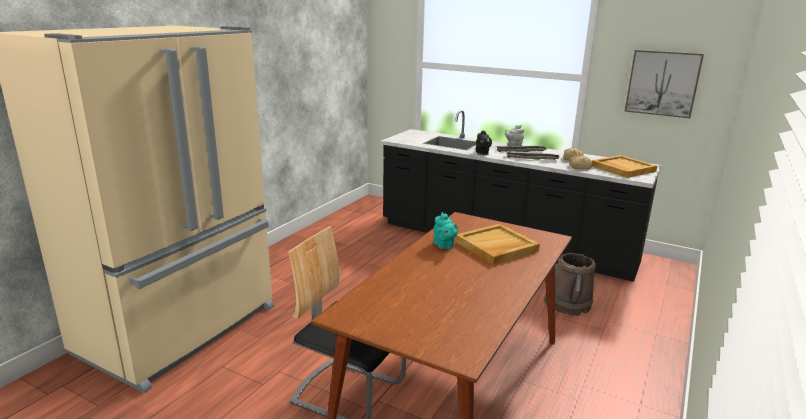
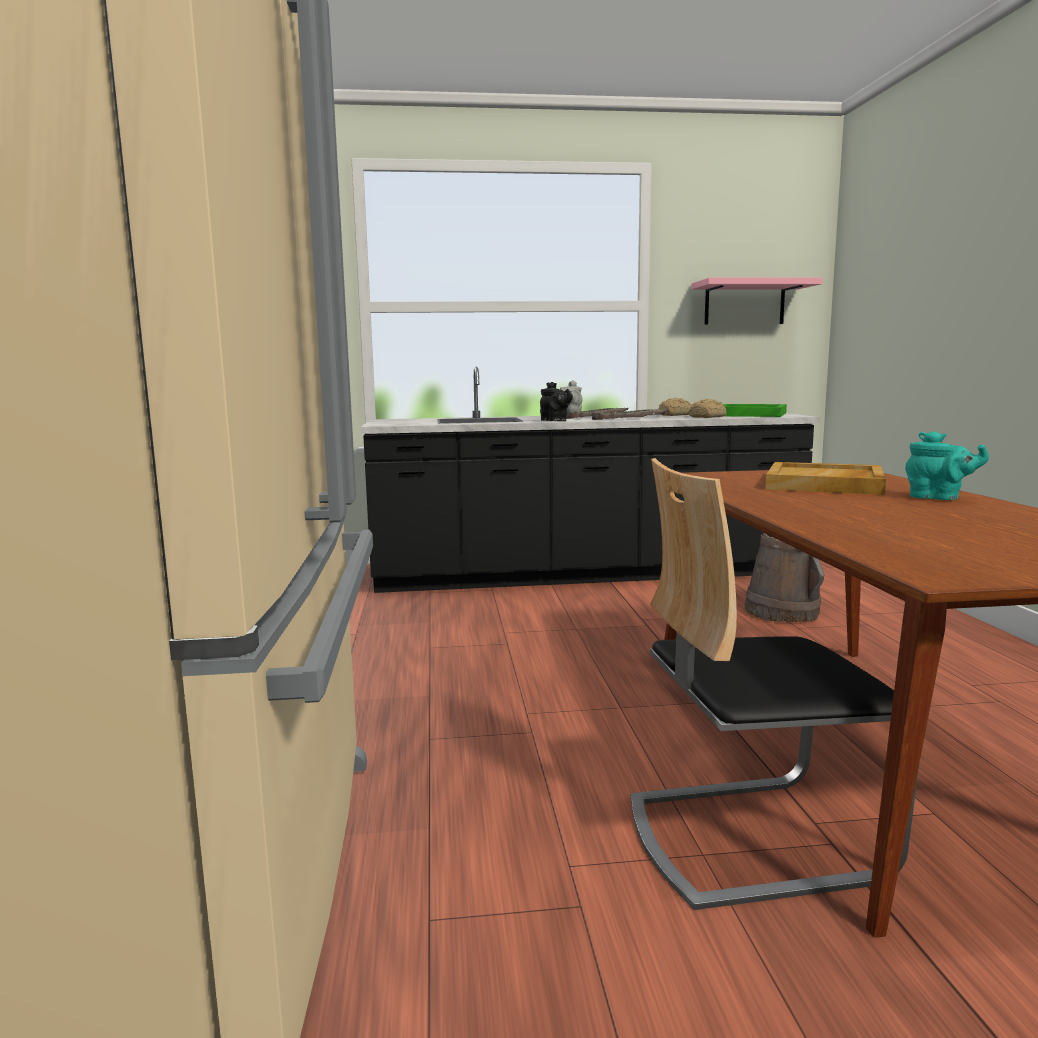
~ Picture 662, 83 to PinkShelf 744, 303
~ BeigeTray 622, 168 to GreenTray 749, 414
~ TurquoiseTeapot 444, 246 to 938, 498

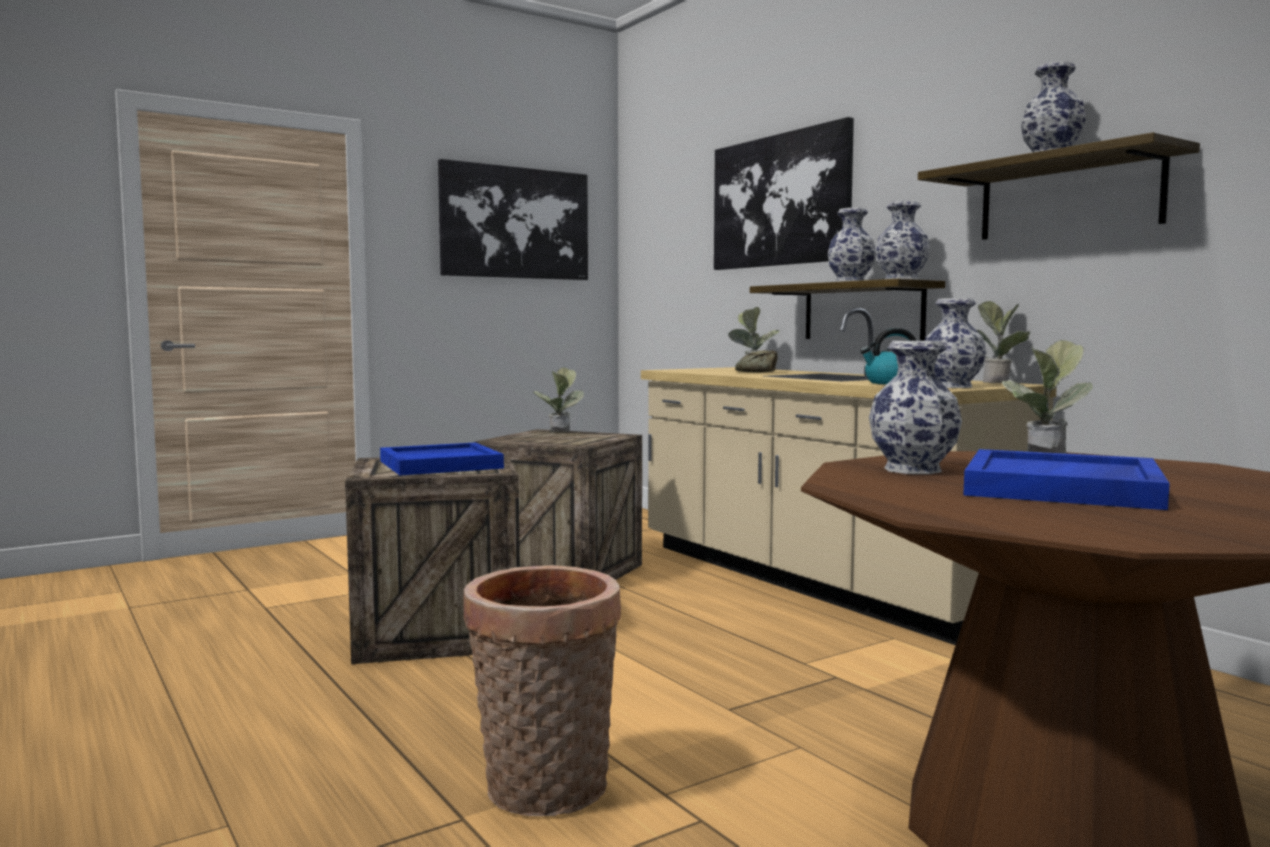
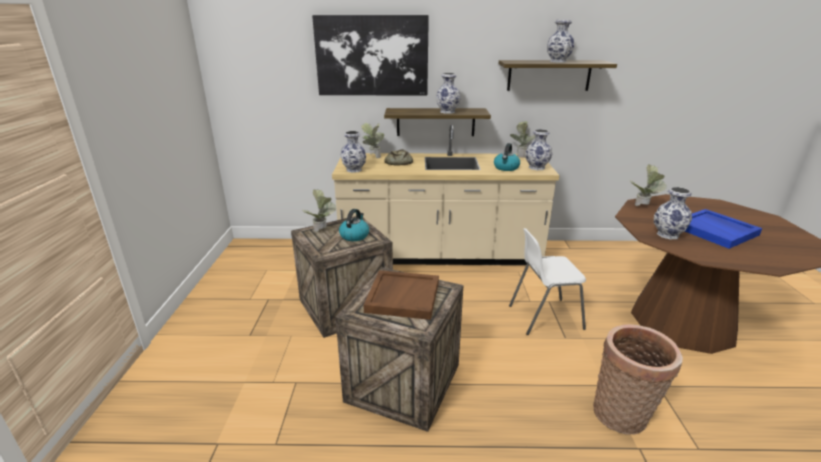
- Picture 515, 223
~ Vase 901, 279 to 354, 170
~ BlueTray 441, 464 to BrownTray 402, 296
+ Kettle 354, 235
+ WhiteChair 544, 316

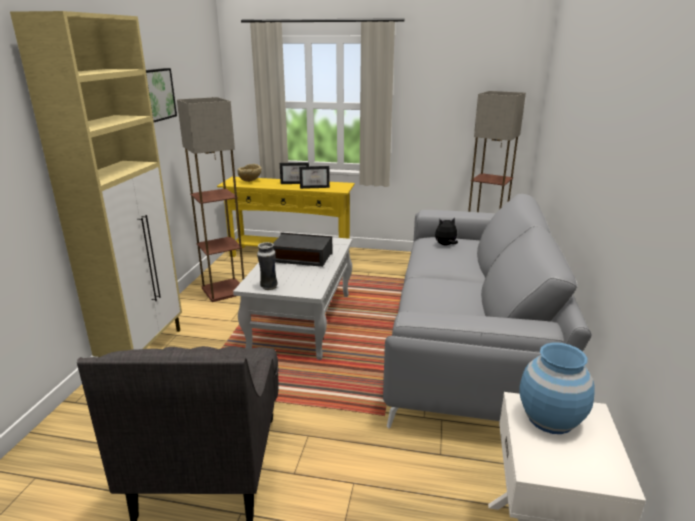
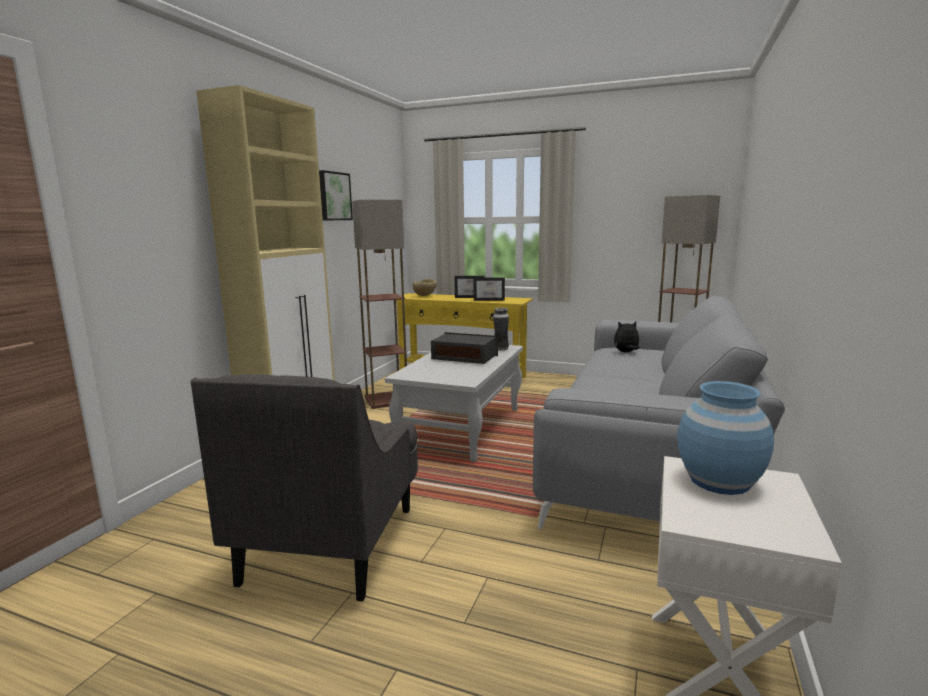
~ Vase 268, 287 to 501, 349

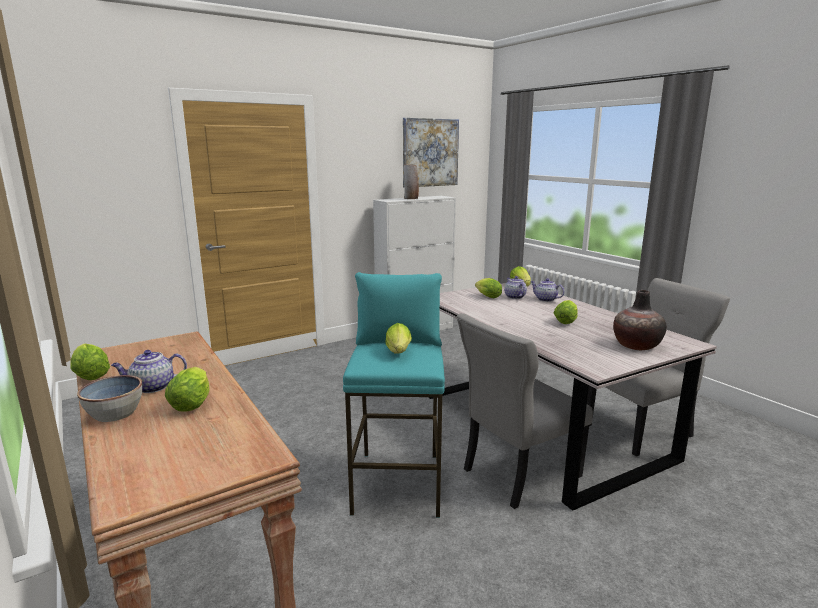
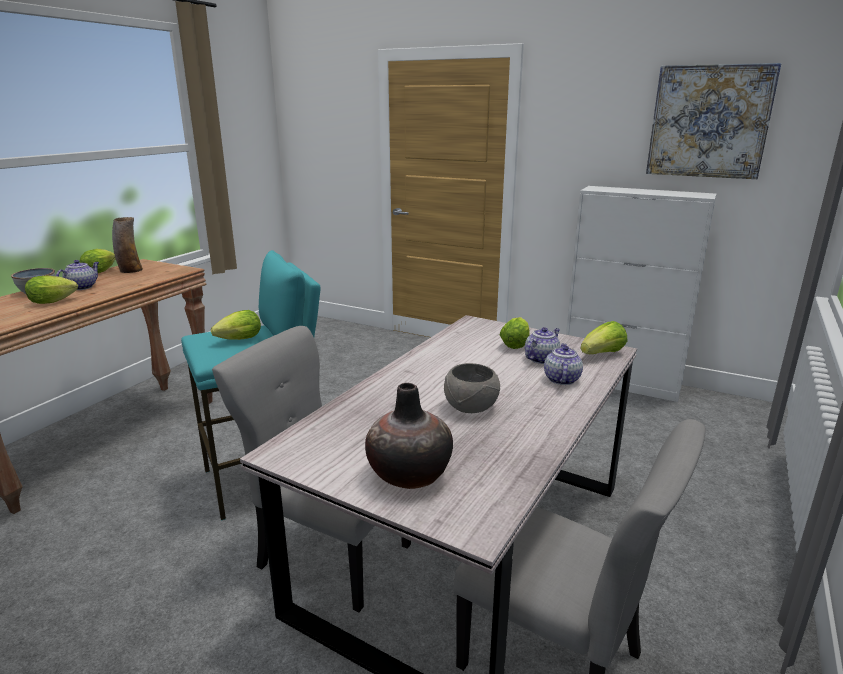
~ Vase 411, 198 to 130, 270
~ Lettuce 566, 321 to GreyBowl 469, 407
~ Teapot 152, 387 = 82, 287 75 degrees clockwise

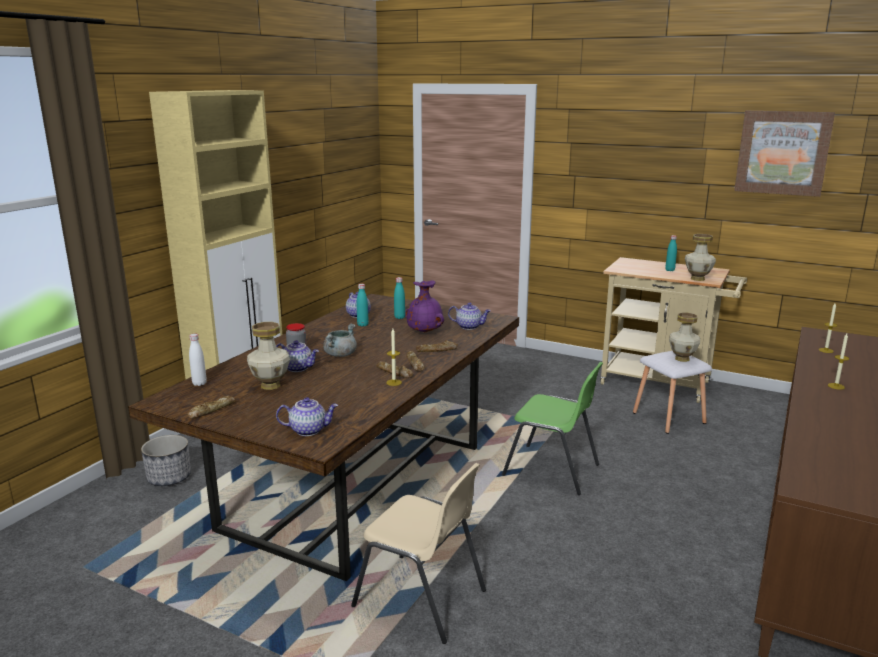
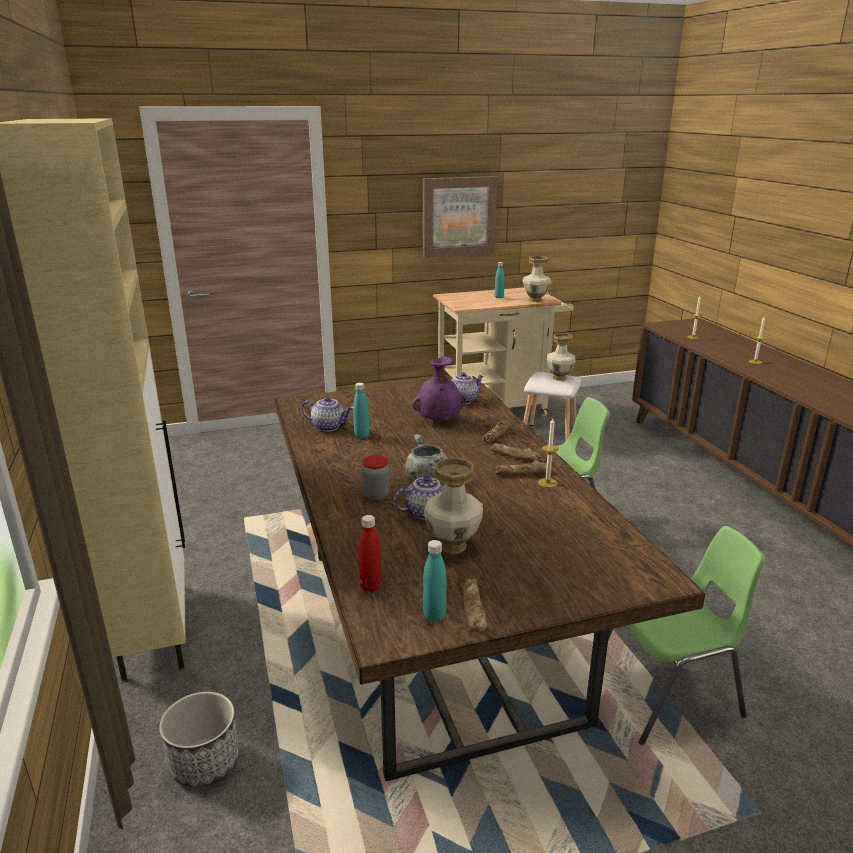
~ Picture 782, 152 to 458, 216
~ TurquoiseBottle 399, 317 to 434, 616
~ WhiteBottle 199, 383 to RedBottle 371, 587
- Teapot 308, 430
~ BeigeChair 422, 599 to GreenChair 668, 694

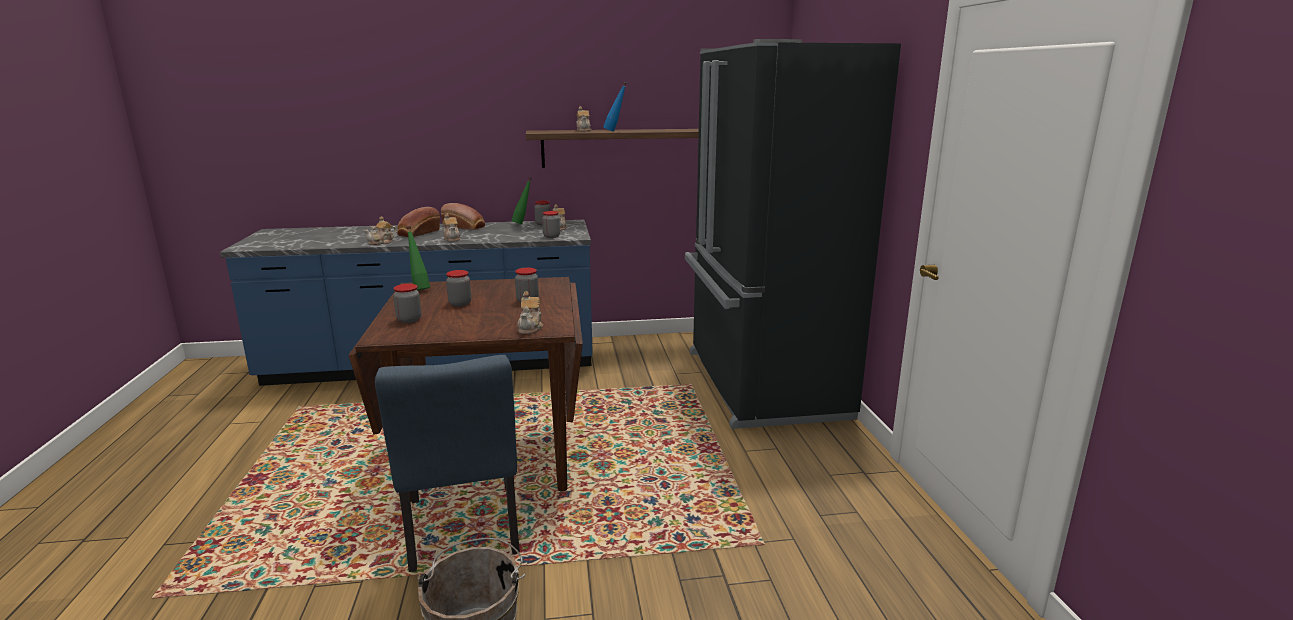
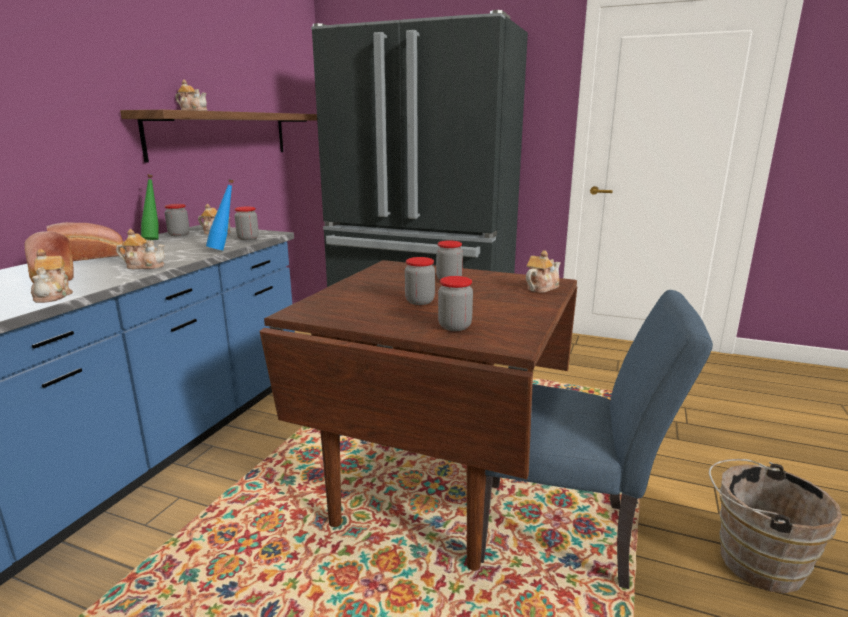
~ BlueBottle 615, 131 to 224, 249
- GreenBottle 419, 289
~ Teapot 530, 328 = 541, 288 75 degrees counterclockwise

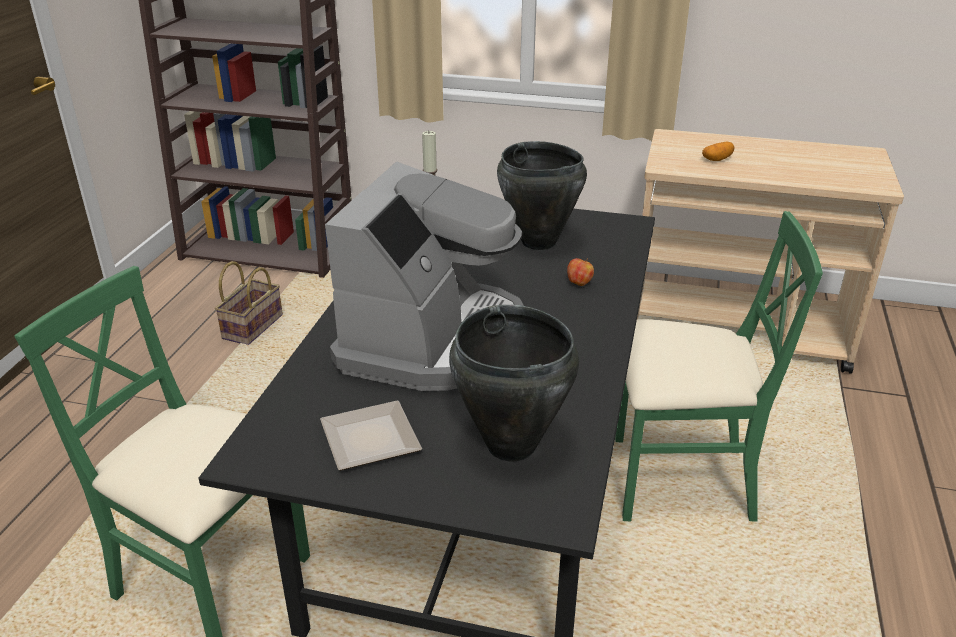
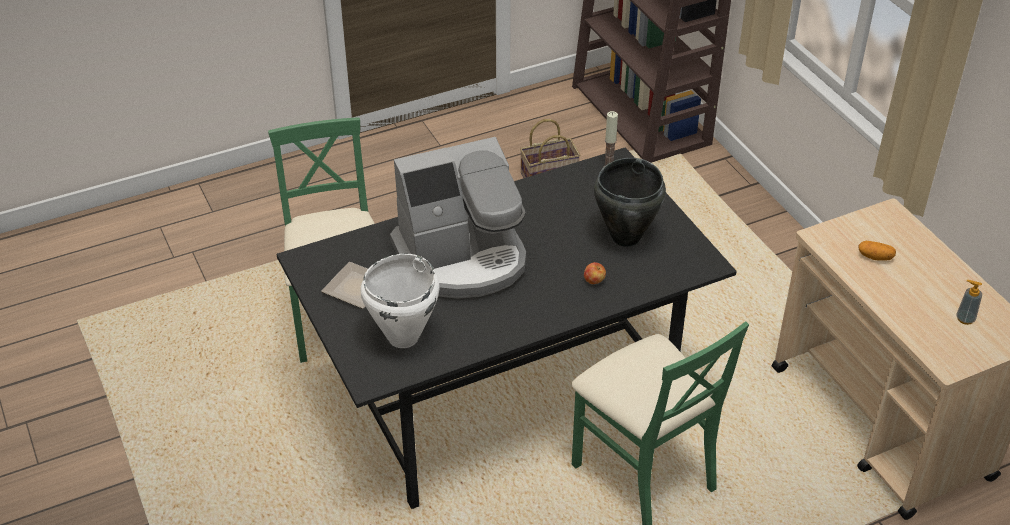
~ BlackCookingPot 510, 446 to WhiteCookingPot 402, 337
+ SoapDispenser 965, 319

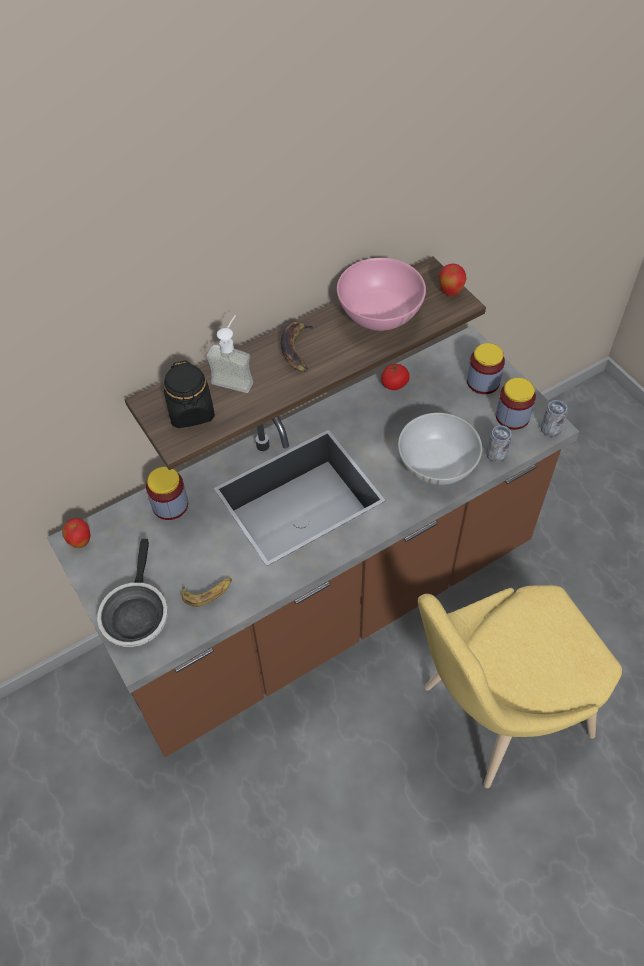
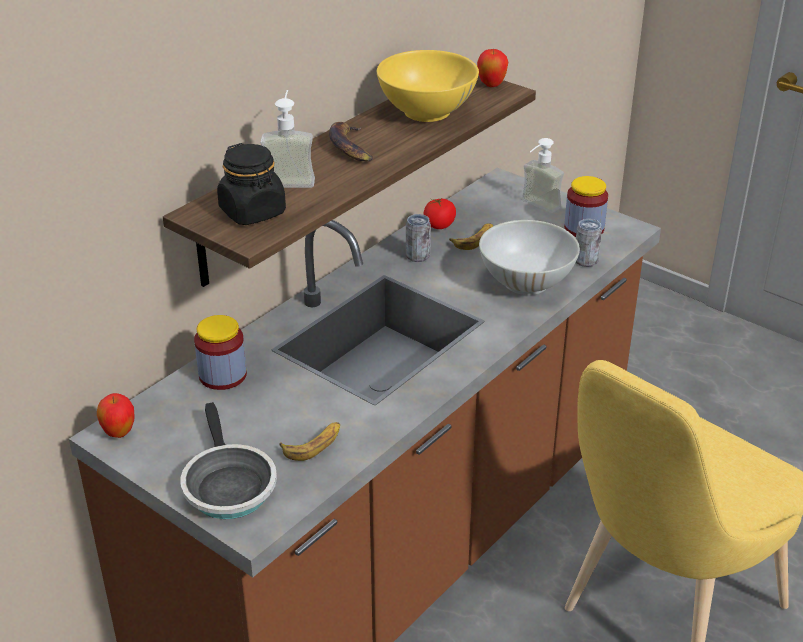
~ PinkBowl 379, 316 to YellowBowl 426, 111
~ Jar 483, 382 to SoapDispenser 535, 207
~ Can 550, 429 to 417, 256
+ Banana 474, 240

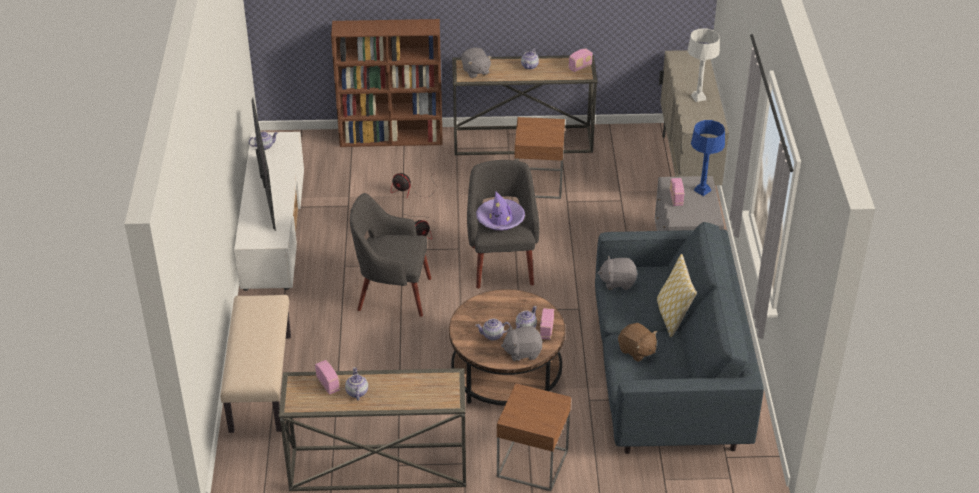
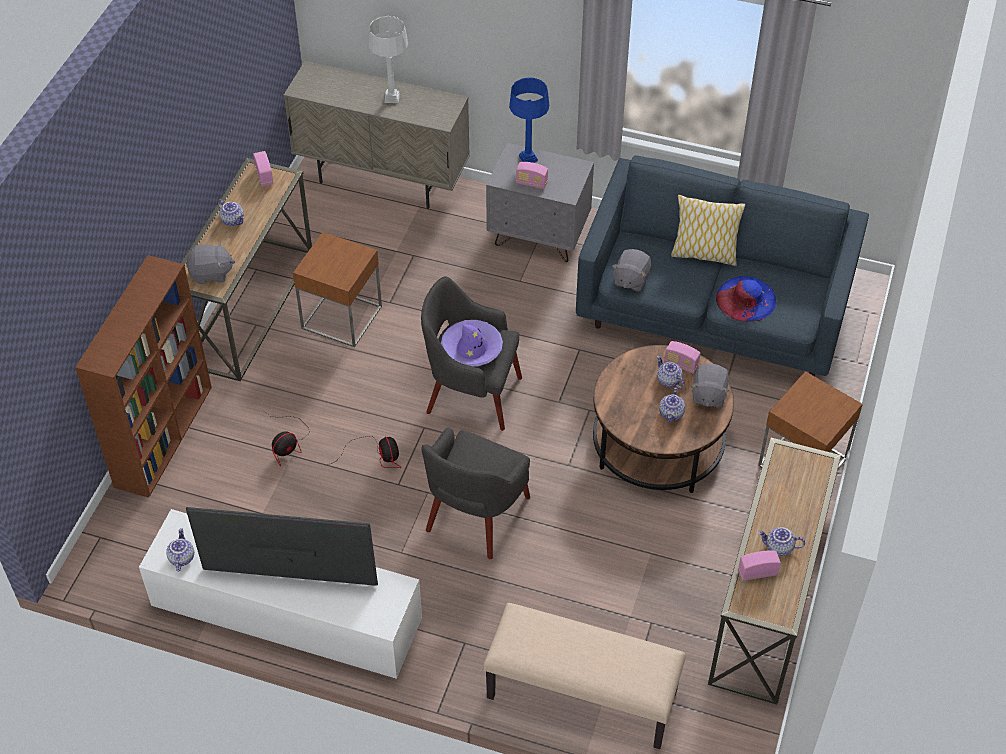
~ BrownPlushToy 636, 351 to BlueHat 746, 299

